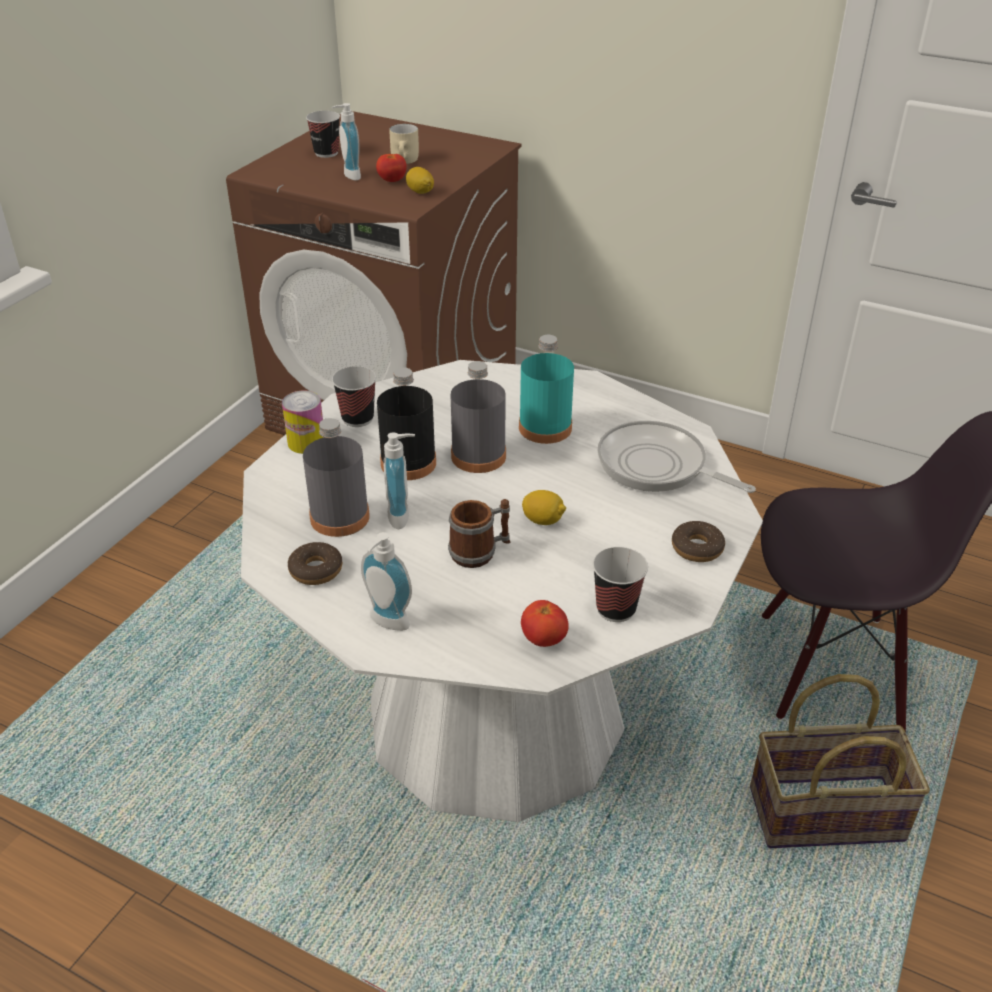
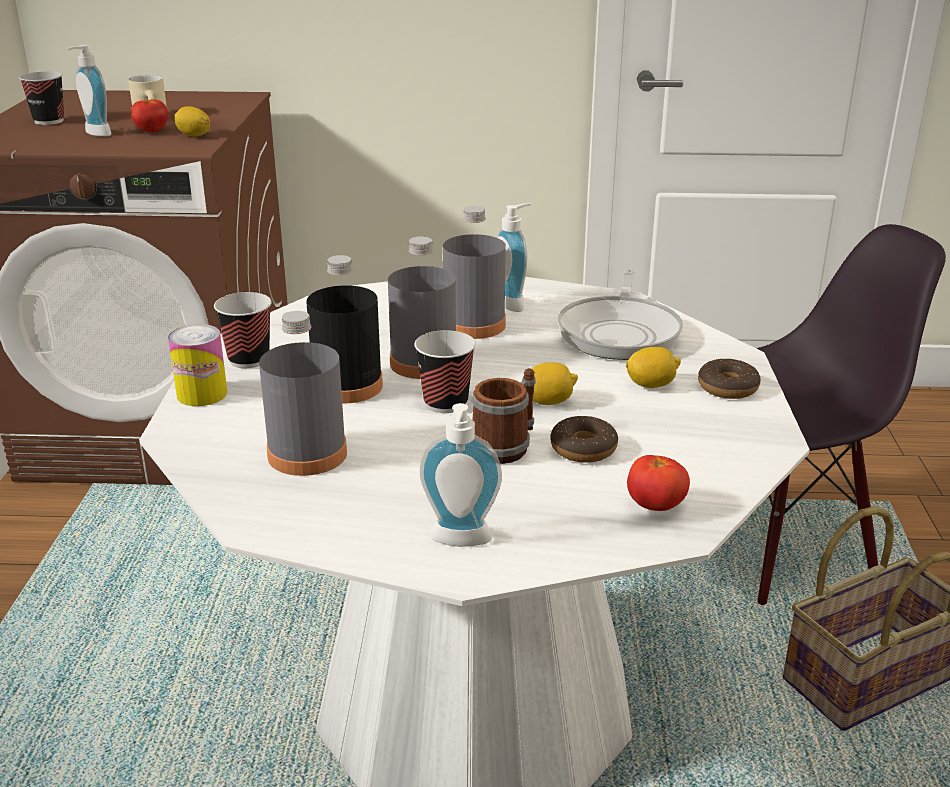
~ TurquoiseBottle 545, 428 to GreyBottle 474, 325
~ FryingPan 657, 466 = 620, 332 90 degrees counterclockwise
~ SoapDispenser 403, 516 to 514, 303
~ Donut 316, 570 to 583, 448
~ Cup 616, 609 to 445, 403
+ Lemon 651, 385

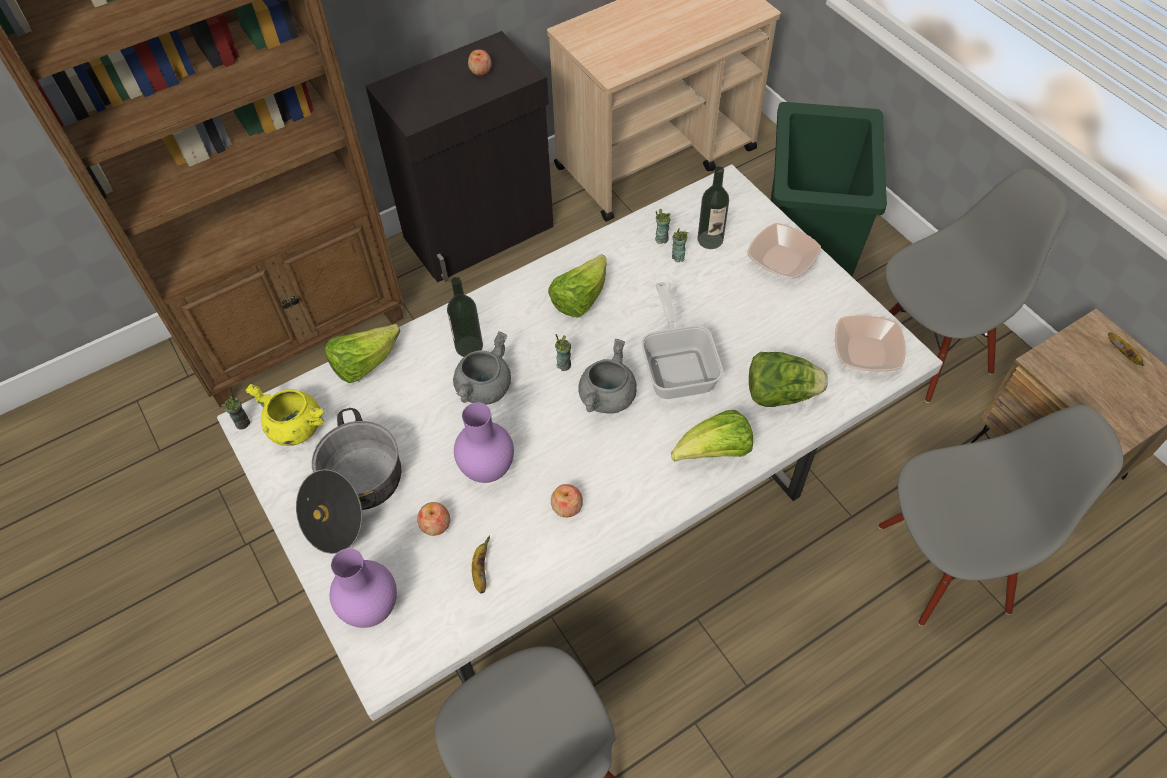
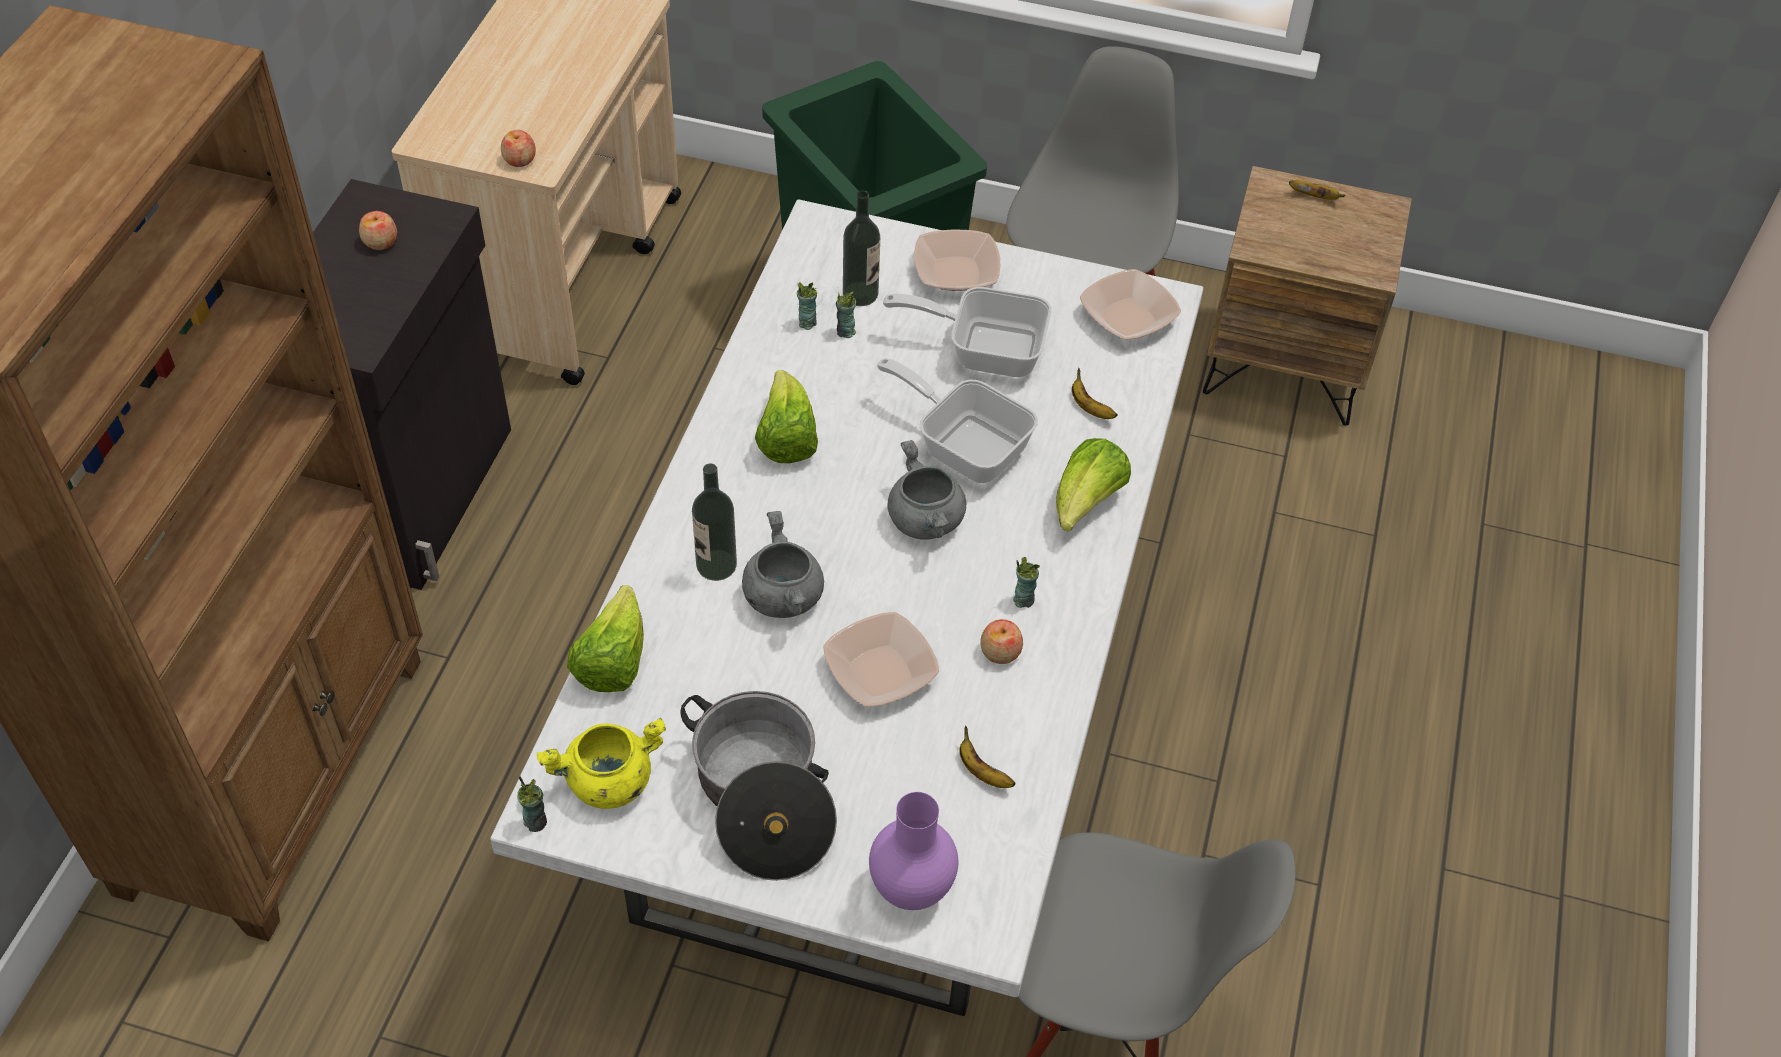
~ Cup 564, 365 to 1023, 599
~ Lettuce 780, 394 to Banana 1089, 408
~ PurpleVase 489, 469 to Bowl 880, 672
- GreyChair 943, 565
~ Apple 435, 524 to 519, 159
+ FryingPan 984, 349

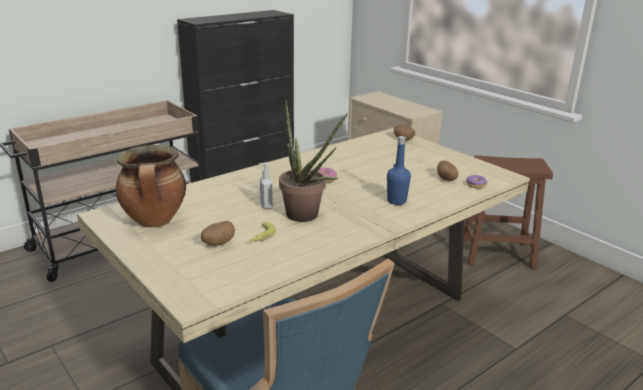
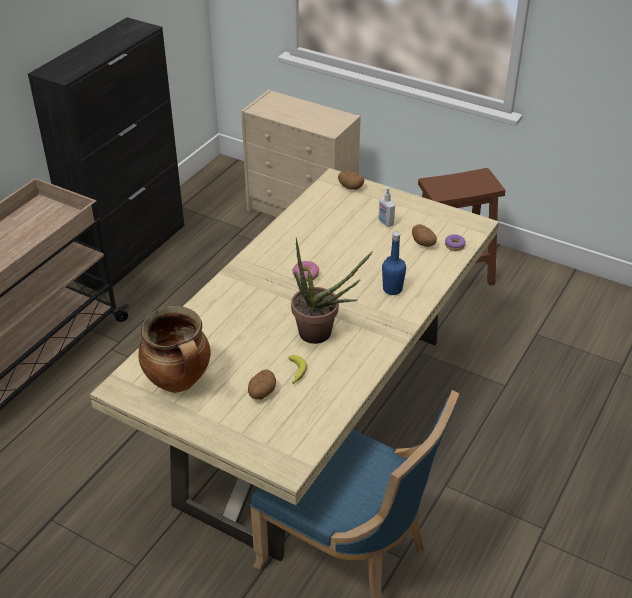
~ SoapDispenser 265, 205 to 385, 223

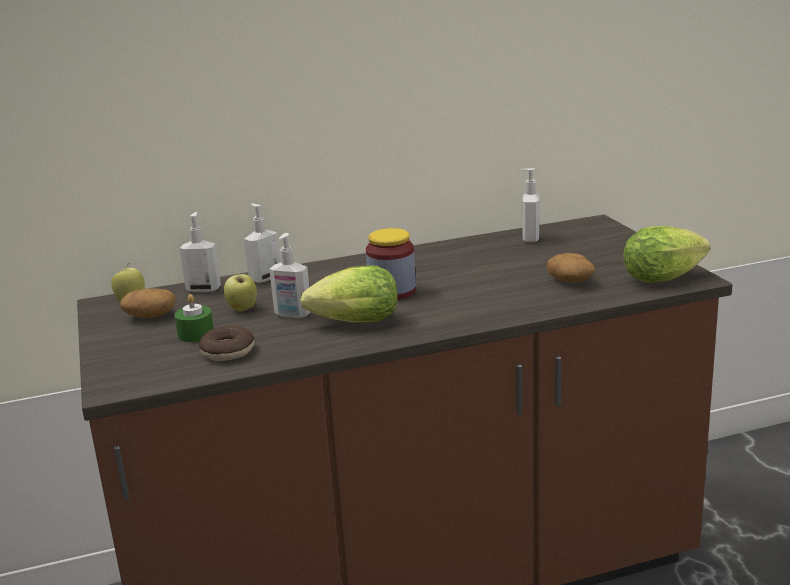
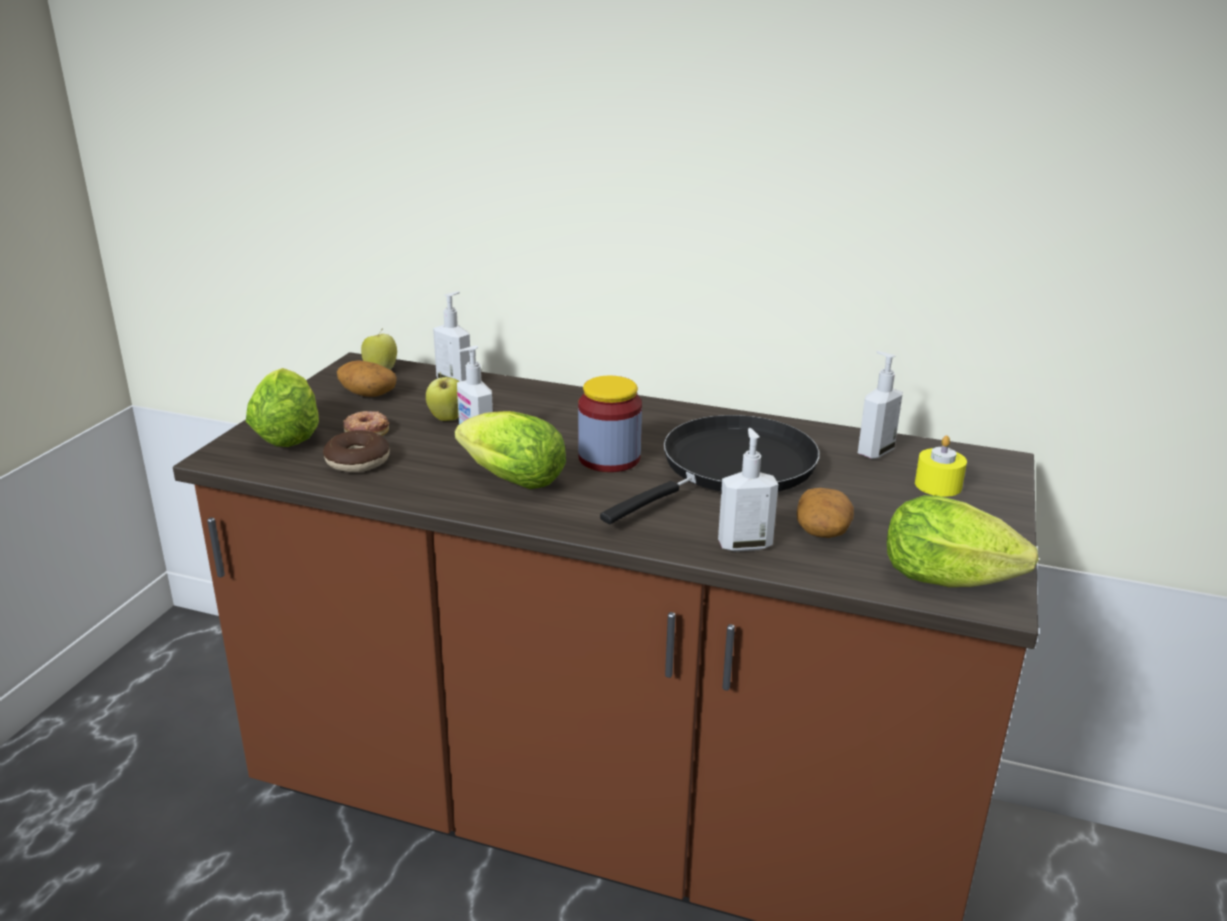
~ SoapDispenser 265, 278 to 744, 544
~ GreenCandle 196, 334 to Donut 366, 430
+ Lettuce 287, 433
+ BlackFryingPan 731, 469
+ YellowCandle 938, 485

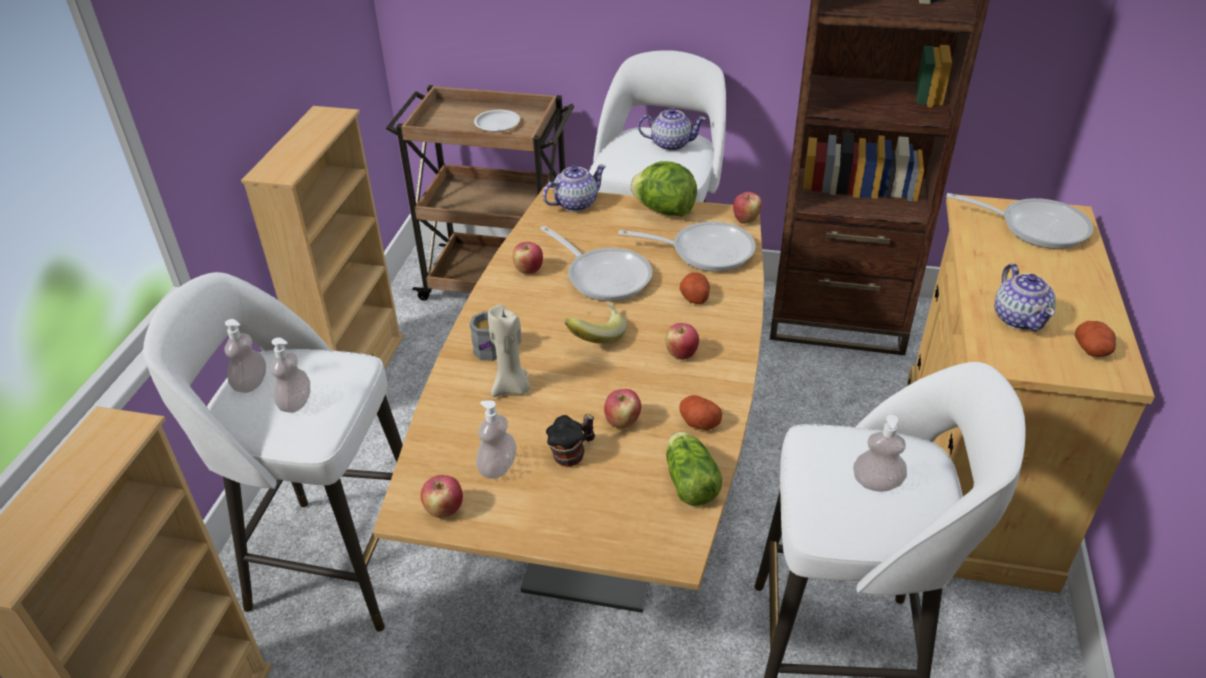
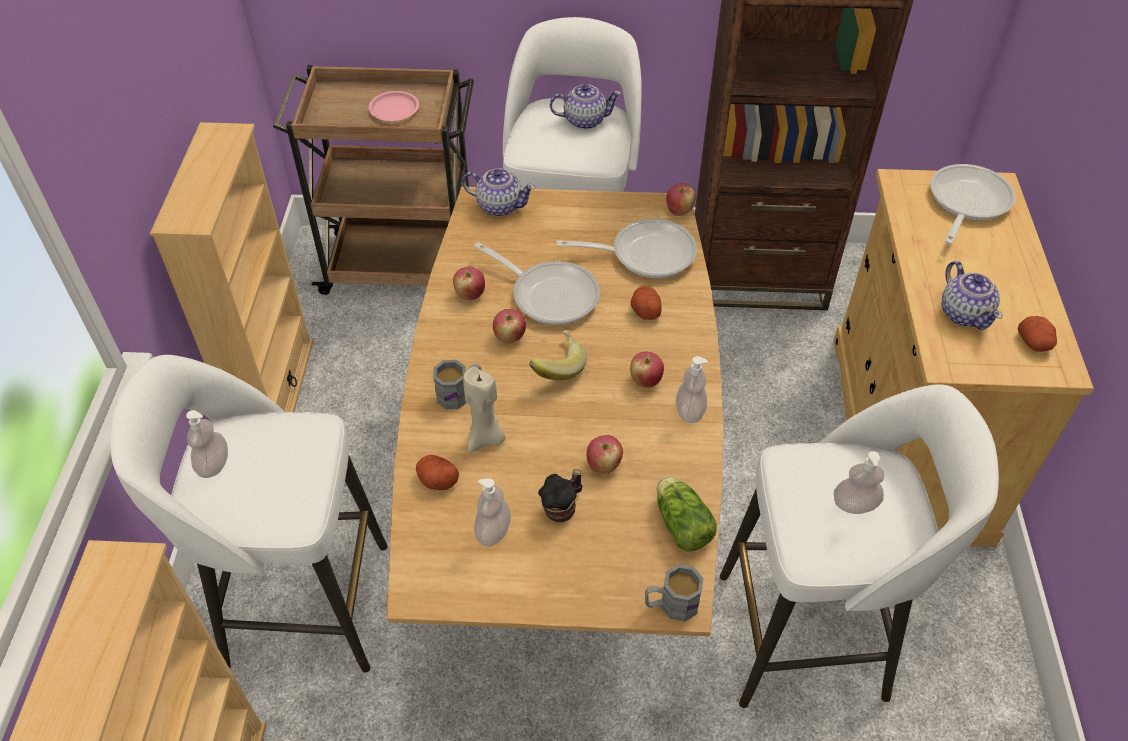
~ WhitePlate 497, 124 to PinkPlate 394, 109
- Lettuce 664, 210
~ Teapot 575, 203 = 499, 206 60 degrees clockwise
~ FryingPan 1035, 227 = 966, 203 75 degrees counterclockwise
~ SoapDispenser 296, 403 to 690, 411
~ Potato 698, 422 to 437, 480
~ Apple 444, 510 to 509, 337
+ GreyMug 671, 605

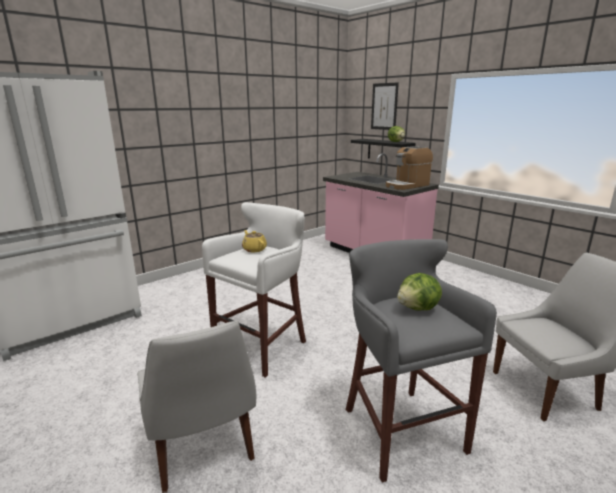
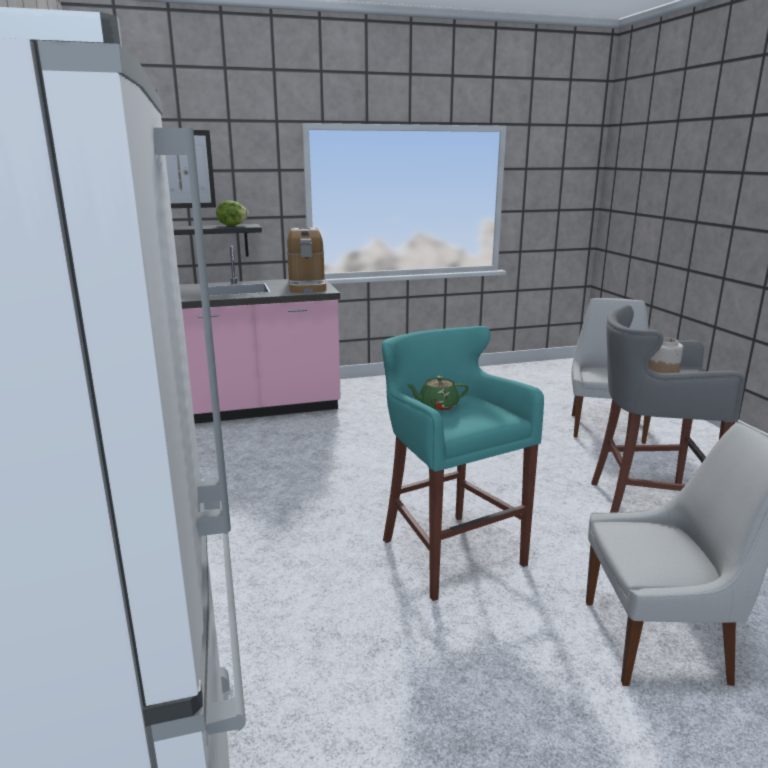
~ WhiteStool 263, 346 to TurquoiseStool 448, 551
~ YellowTeapot 254, 249 to GreenTeapot 437, 406
~ Lettuce 418, 308 to Jar 662, 371

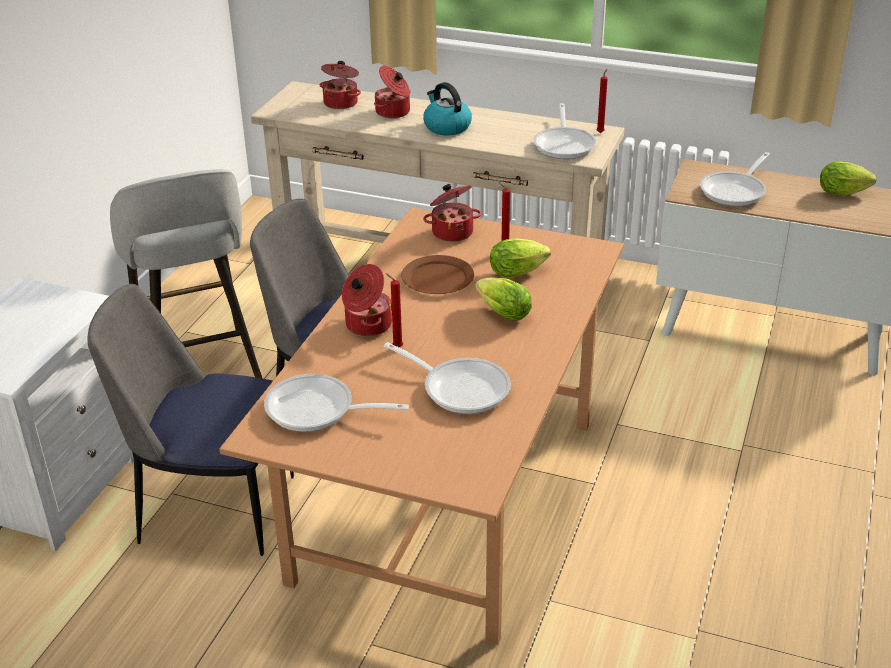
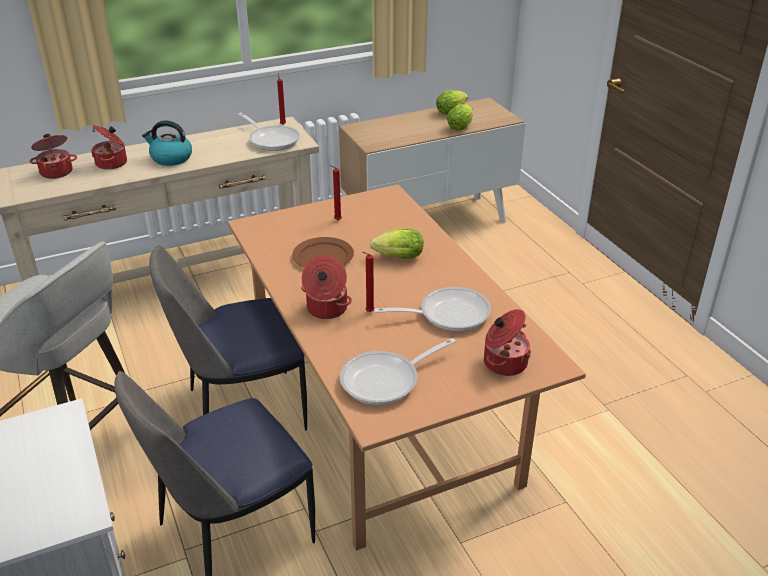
- FryingPan 735, 191
~ CookingPot 452, 232 to 504, 362
~ Lettuce 520, 272 to 461, 126

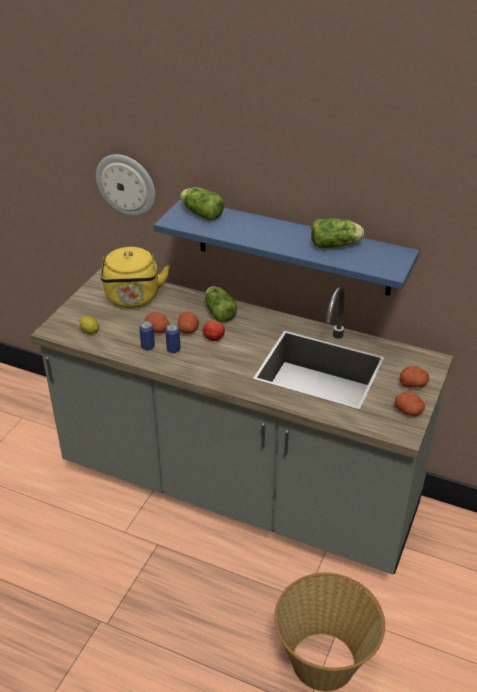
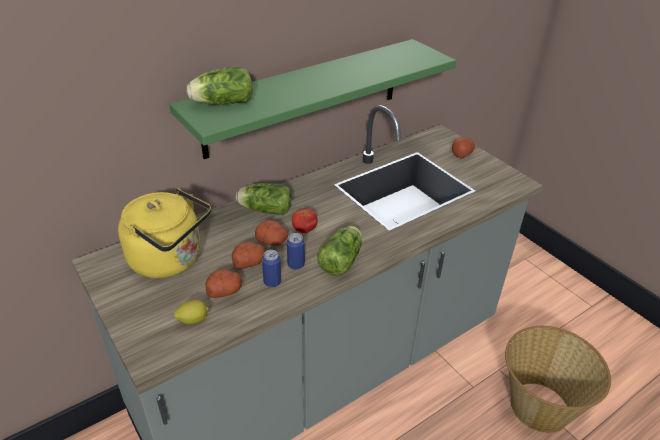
- WallClock 126, 184
~ BlueShelf 293, 247 to GreenShelf 305, 97
~ Lettuce 336, 245 to 342, 259
~ Potato 409, 411 to 225, 291

